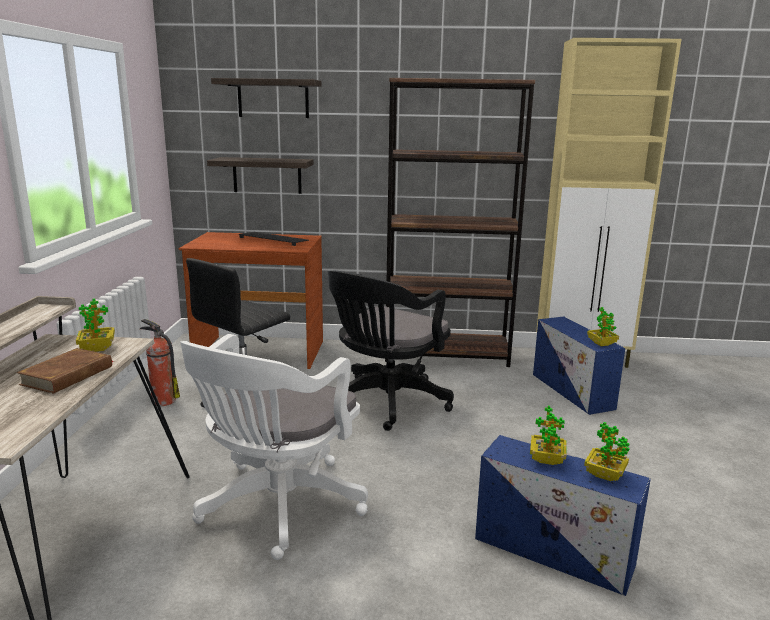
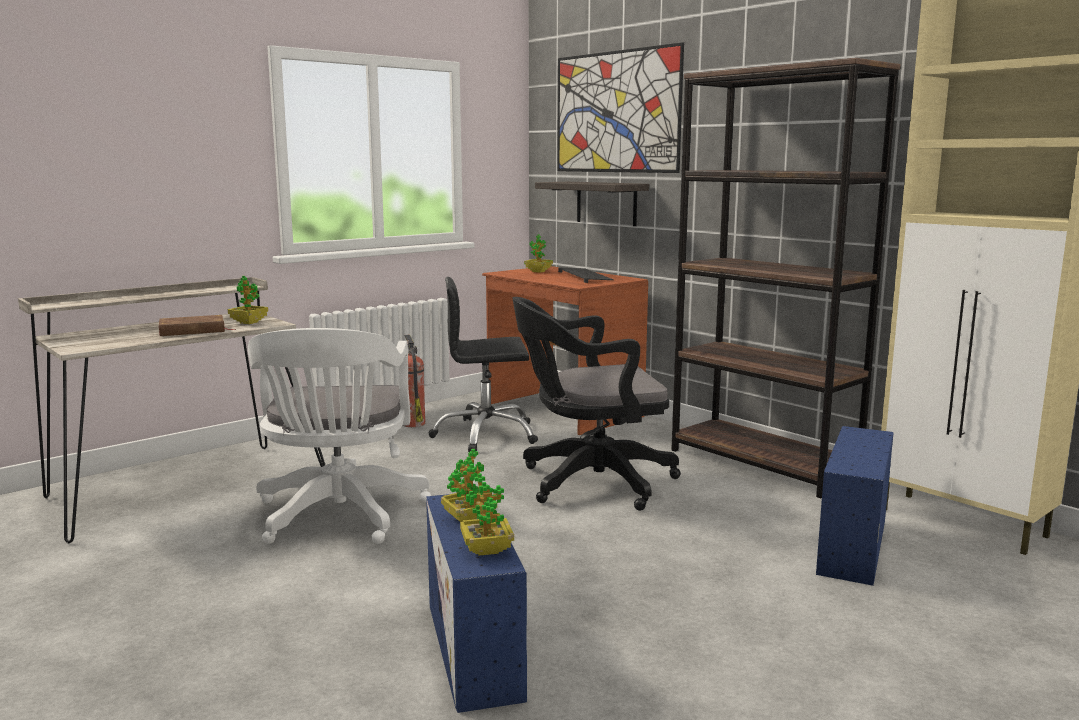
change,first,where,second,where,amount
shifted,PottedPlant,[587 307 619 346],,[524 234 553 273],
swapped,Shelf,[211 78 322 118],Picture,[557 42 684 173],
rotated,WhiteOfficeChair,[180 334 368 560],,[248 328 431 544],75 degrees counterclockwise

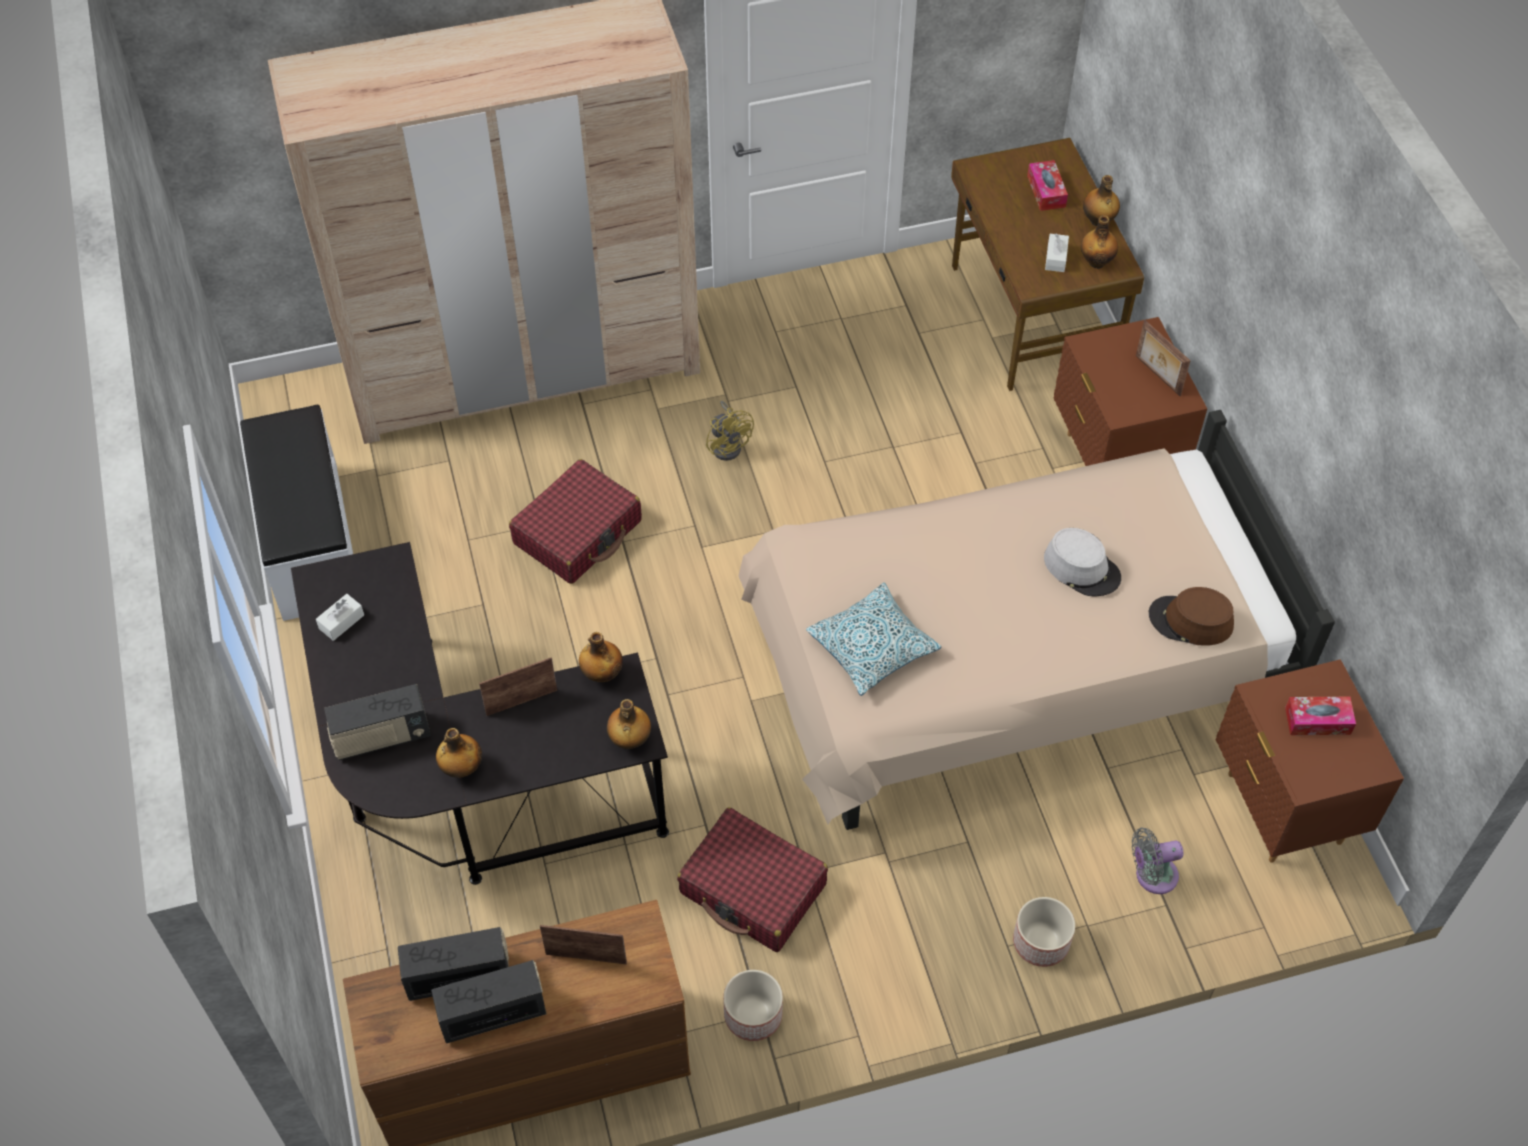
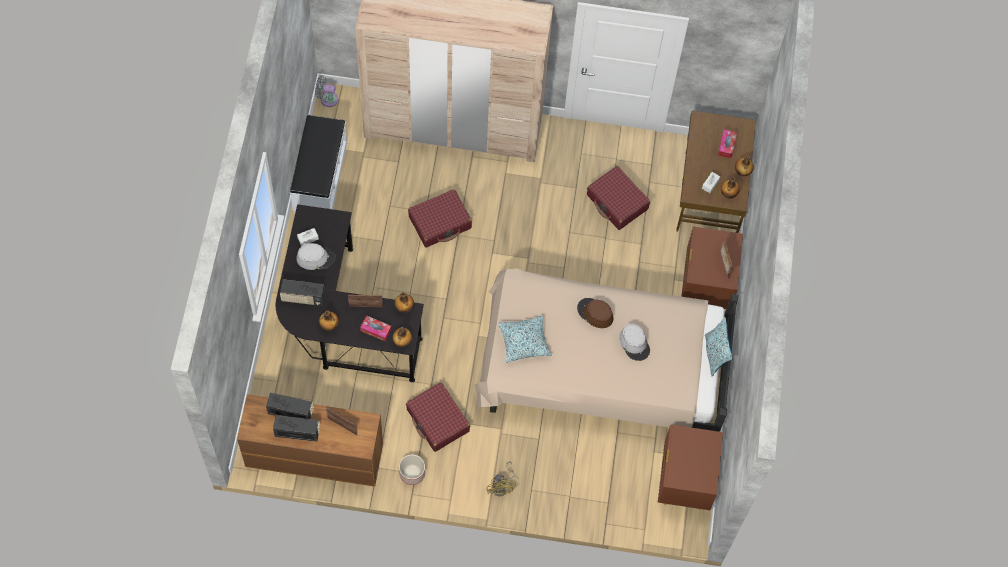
change,first,where,second,where,amount
gone,Planter,[1013 897 1075 967],,,
new,,,GreyHat,[296 243 336 270],
new,,,RedSuitcase,[587 166 650 230],
new,,,Pillow,[705 317 733 376],
shifted,YellowFan,[706 401 754 461],,[486 462 515 496],
shifted,GreyFan,[1132 828 1184 894],,[315 75 338 107],
shifted,BrownHat,[1149 587 1234 645],,[577 298 613 328],
shifted,TissueBox,[1285 697 1356 735],,[360 315 392 342],

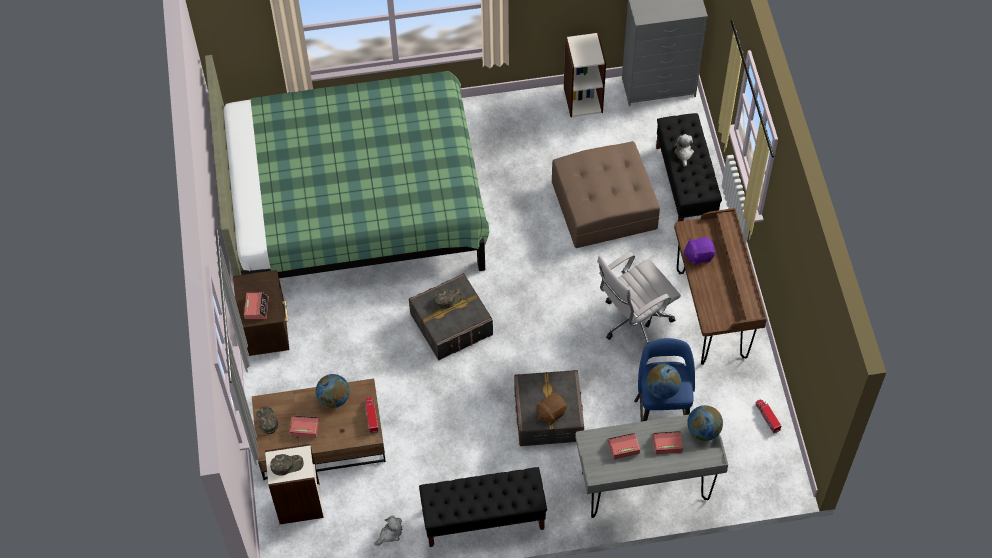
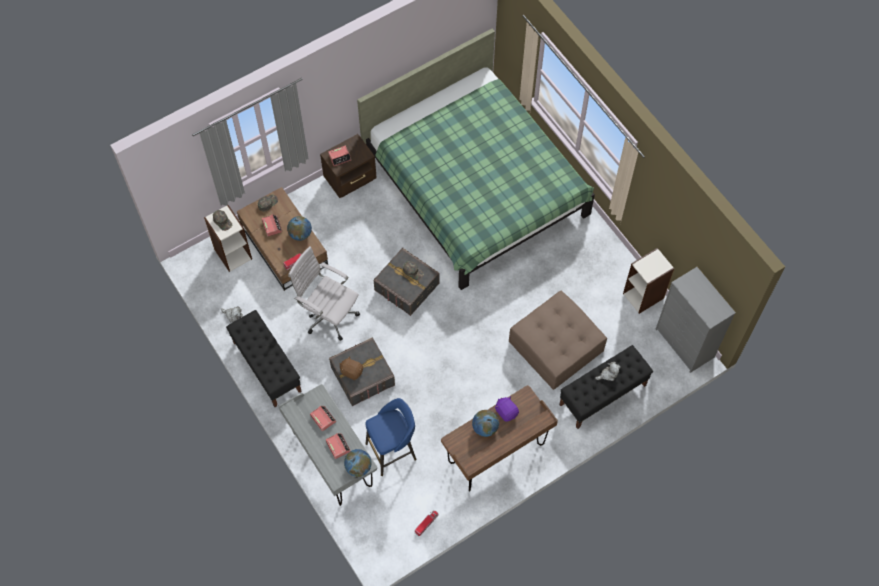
change,first,where,second,where,amount
shifted,WhiteOfficeChair,[597 252 681 344],,[289 246 360 341],
shifted,Globe,[646 364 681 399],,[472 410 499 437],

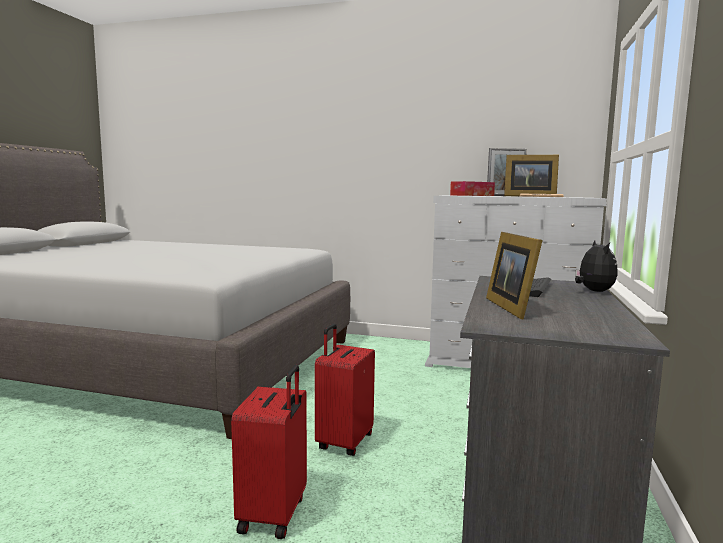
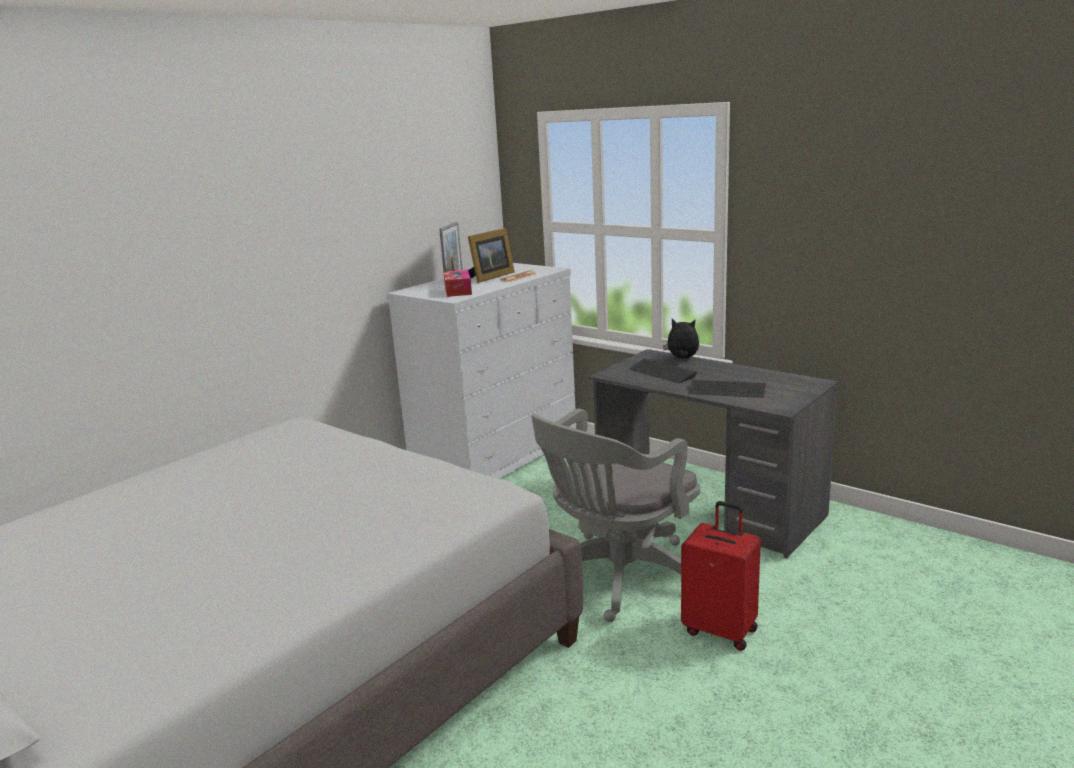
change,first,where,second,where,amount
swapped,RedSuitcase,[315 323 375 456],GreyOfficeChair,[531 409 700 622],
swapped,PictureFrame,[486 232 543 320],Keyboard,[689 380 766 398],

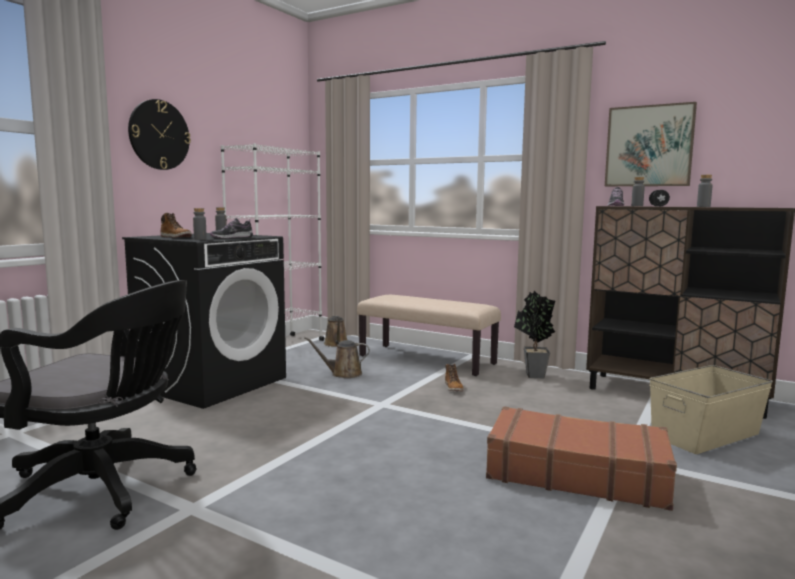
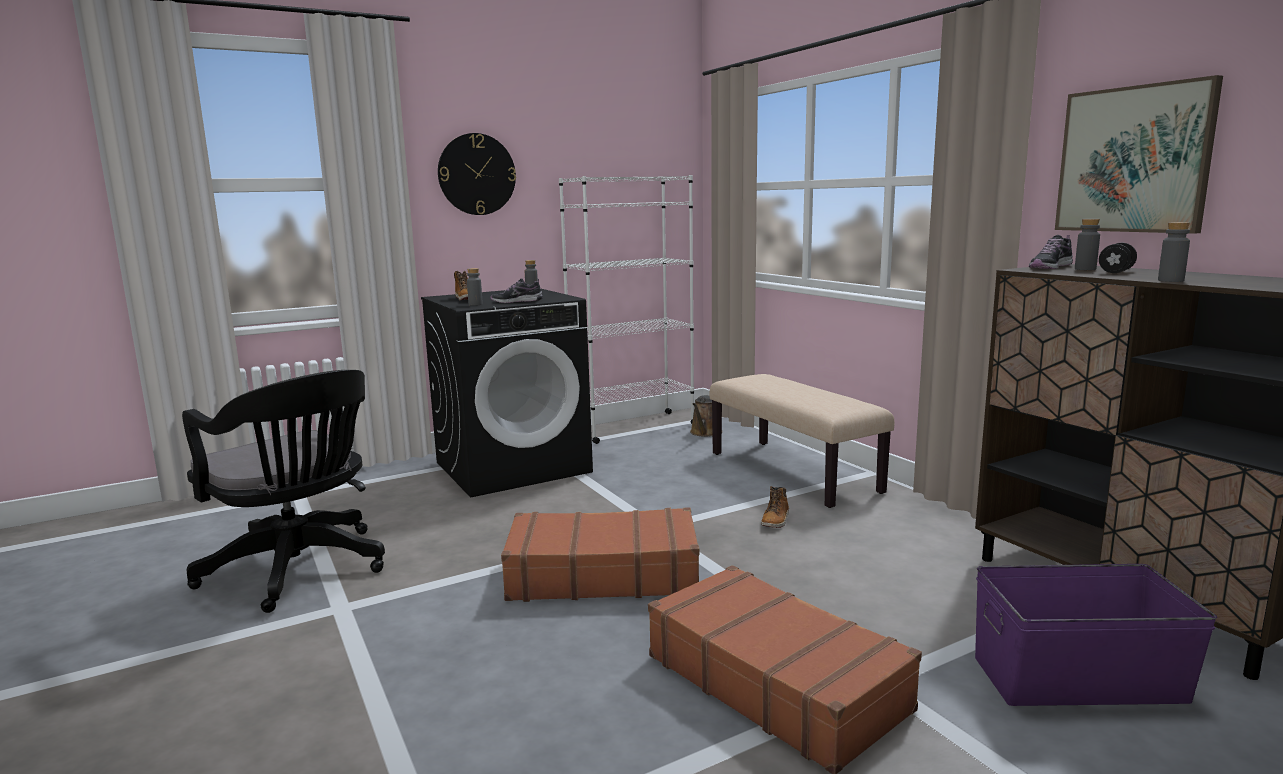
change,first,where,second,where,amount
gone,BrownWateringCan,[304 337 370 378],,,
gone,PottedPlant,[514 291 555 378],,,
new,,,BrownSuitcase,[501 507 699 602],
repainted,BeigeStorageBox,[649 365 773 454],PurpleStorageBox,[975 564 1217 706],

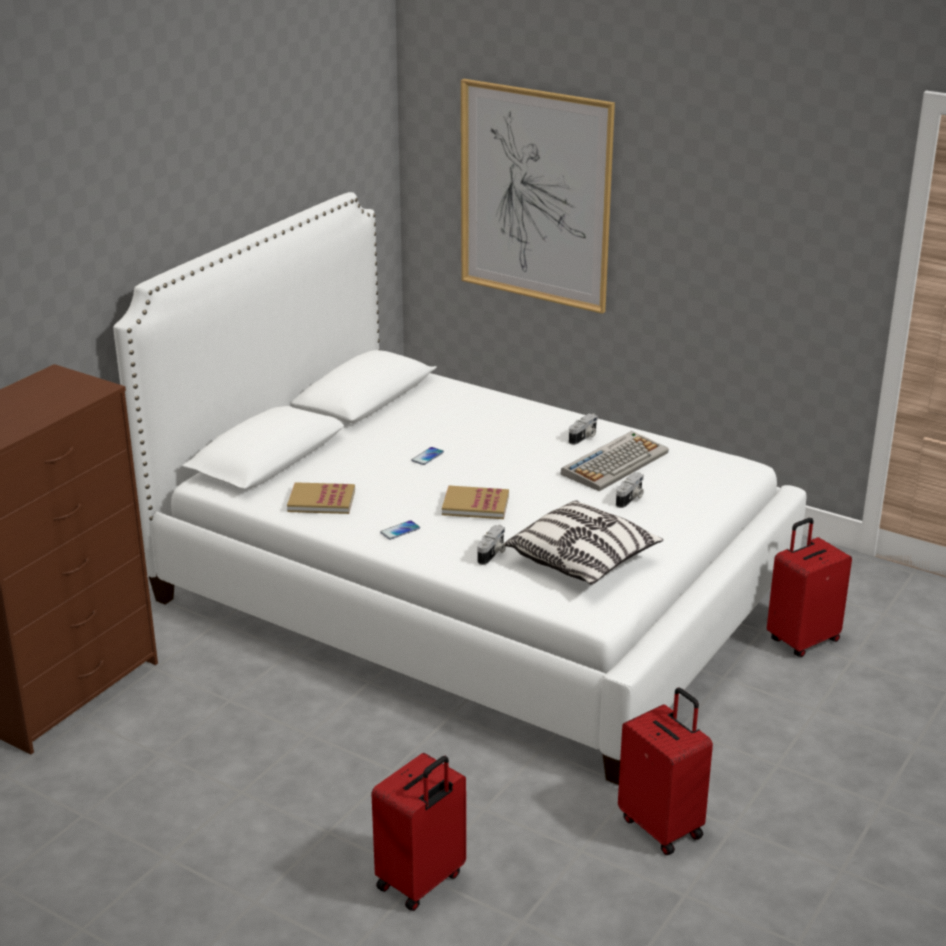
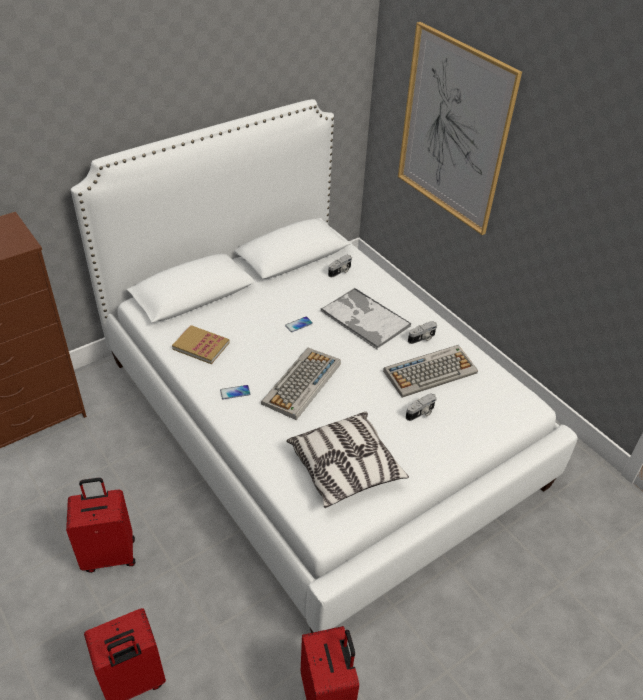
change,first,where,second,where,amount
new,,,Tray,[321 288 411 349],
shifted,PhotoCamera,[478 525 506 565],,[328 254 352 277],
shifted,RedSuitcase,[767 518 852 657],,[66 478 135 573],
swapped,Book,[442 485 509 519],Keyboard,[261 348 341 420],

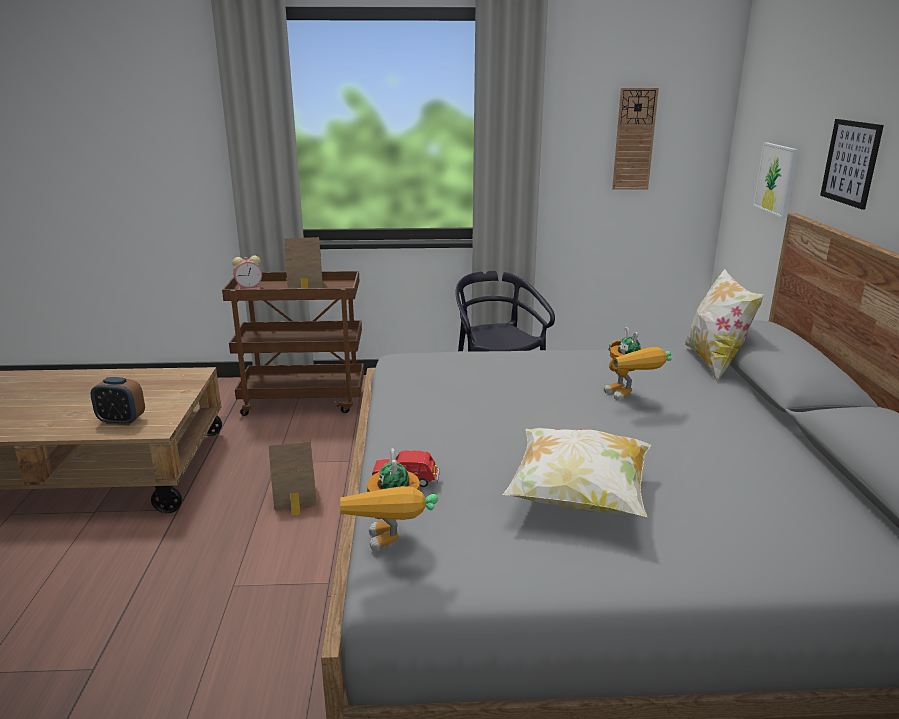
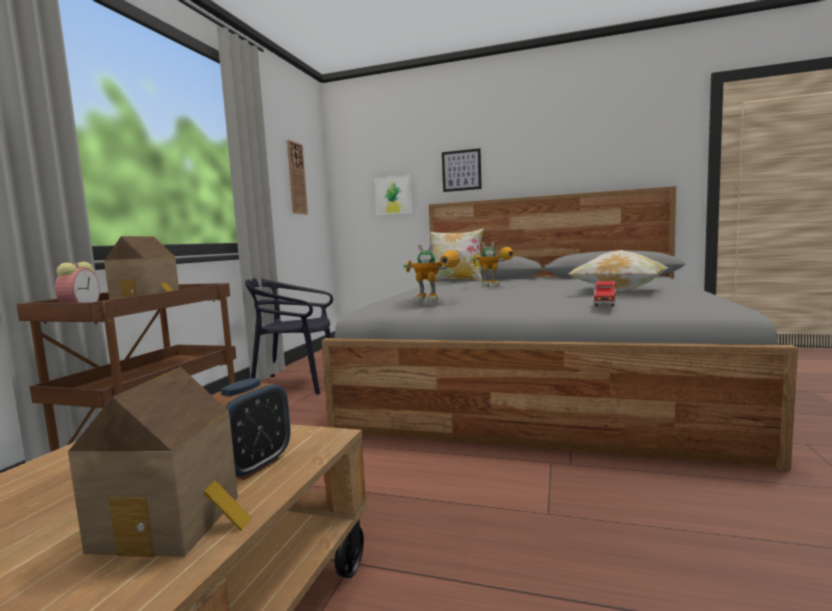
change,first,where,second,where,amount
shifted,ToyHouse,[269 441 317 516],,[68 367 251 557],
shifted,ToyRobot,[340 448 438 551],,[403 243 461 302],

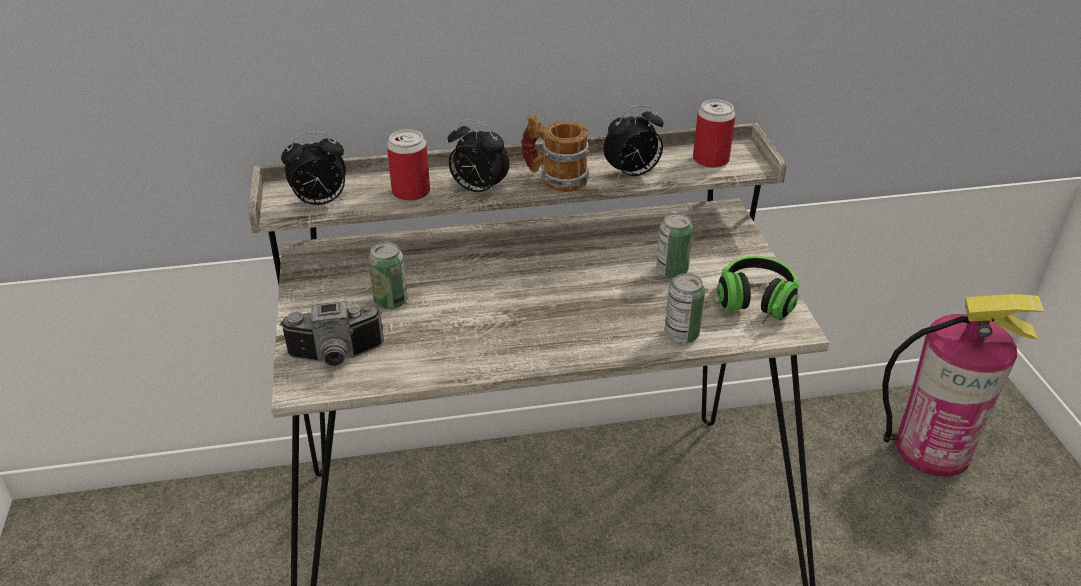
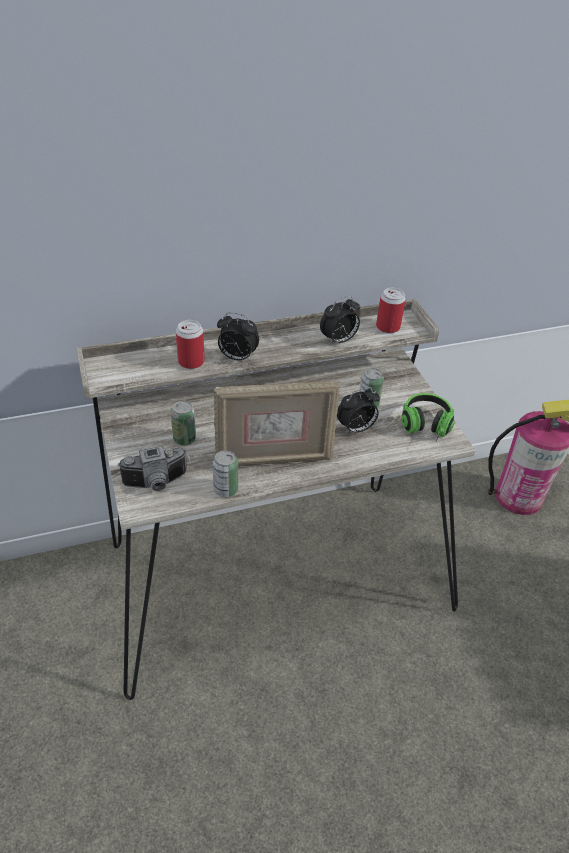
change,first,where,second,where,amount
gone,Mug,[521 114 589 192],,,
new,,,PictureFrame,[213 381 340 466],
shifted,AlarmClock,[281 132 346 207],,[337 387 380 434],
shifted,Can,[665 273 705 343],,[213 450 238 497],

